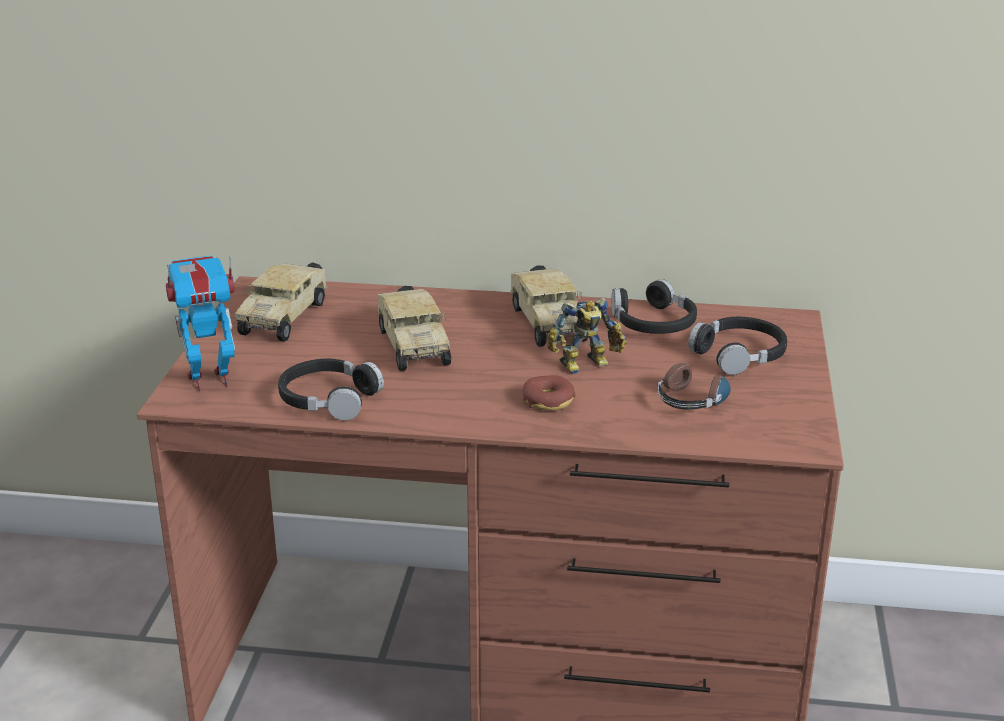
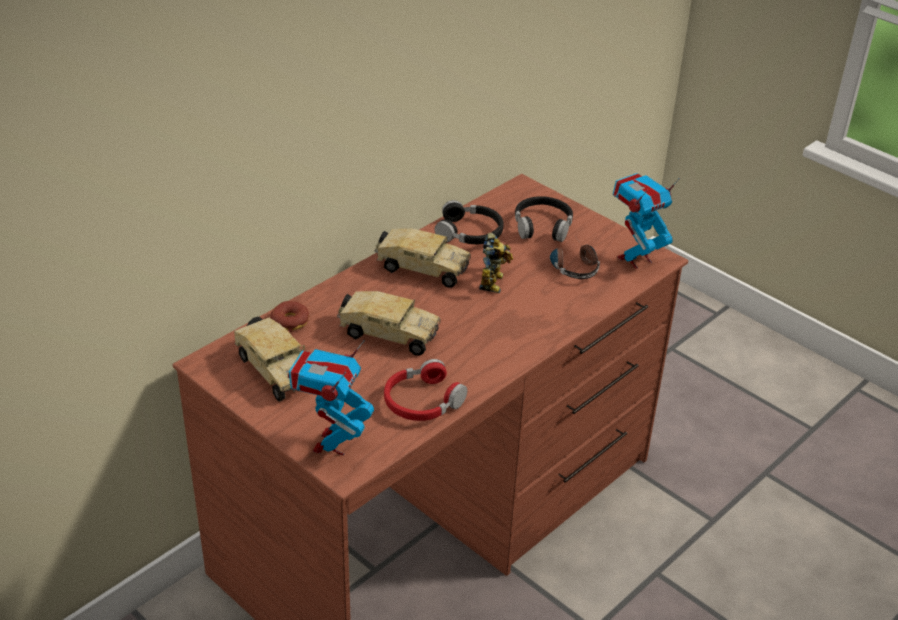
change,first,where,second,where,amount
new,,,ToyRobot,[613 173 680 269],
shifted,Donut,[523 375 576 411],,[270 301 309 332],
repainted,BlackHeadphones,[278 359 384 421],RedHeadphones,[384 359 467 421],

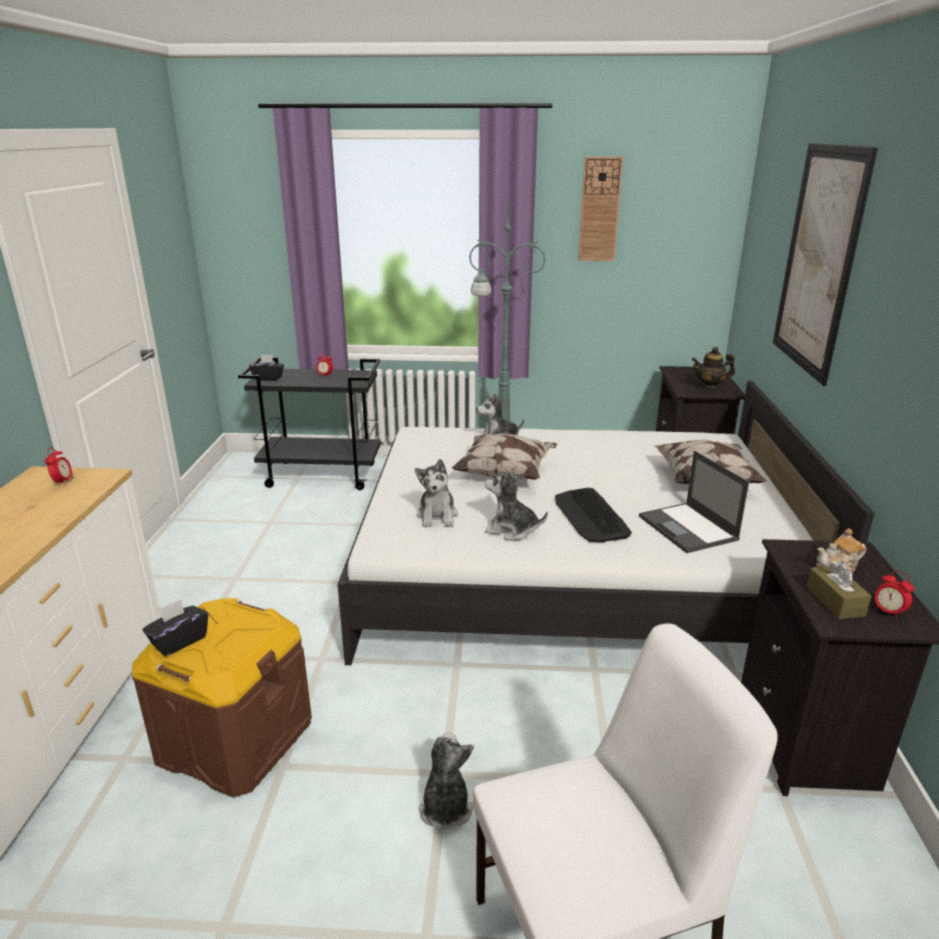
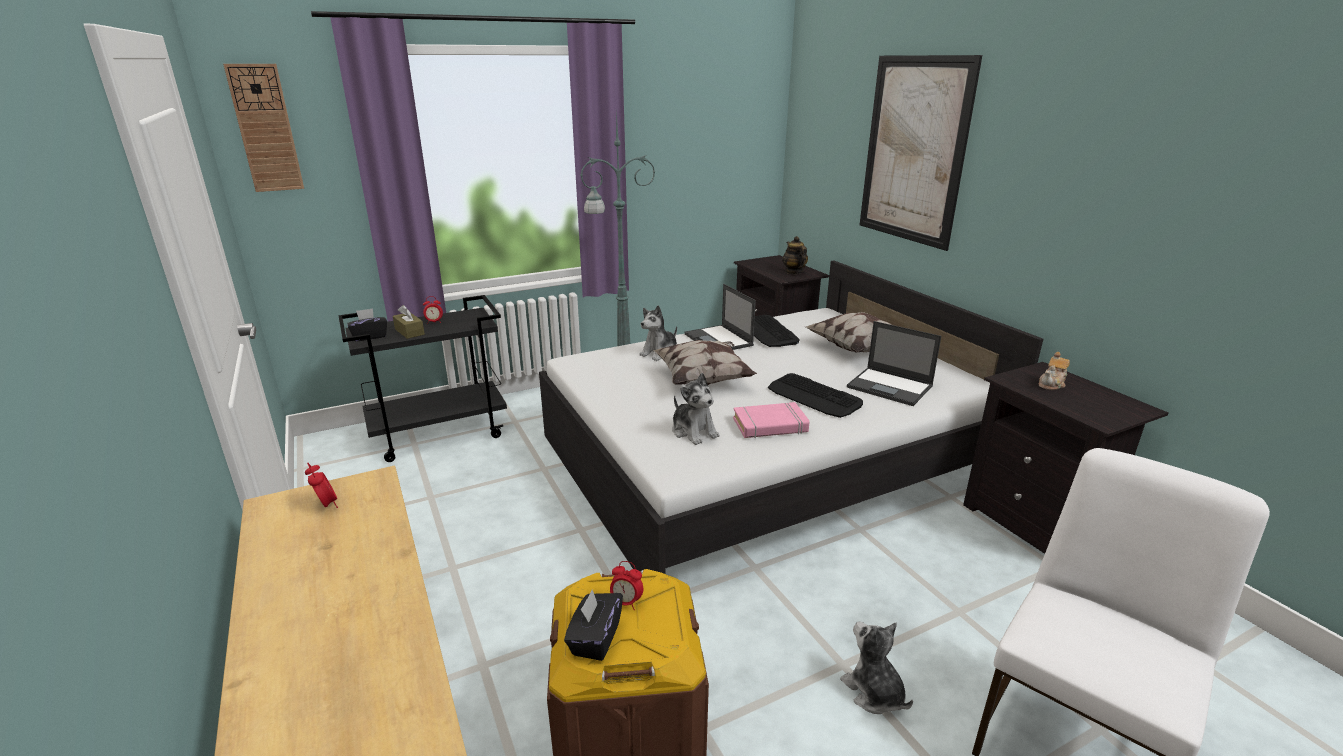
change,first,where,second,where,amount
new,,,Laptop,[685 284 756 350],
new,,,Keyboard,[754 315 800 347],
shifted,WallClock,[578 156 623 261],,[223 64 304 192],
shifted,BrownTissueBox,[806 560 871 619],,[393 305 425 339],
shifted,AlarmClock,[873 570 914 620],,[610 561 643 610],
swapped,PlushToy,[485 468 548 540],PinkBook,[733 402 810 438],
rotated,Teapot,[691 347 735 391],,[782 236 808 274],105 degrees clockwise

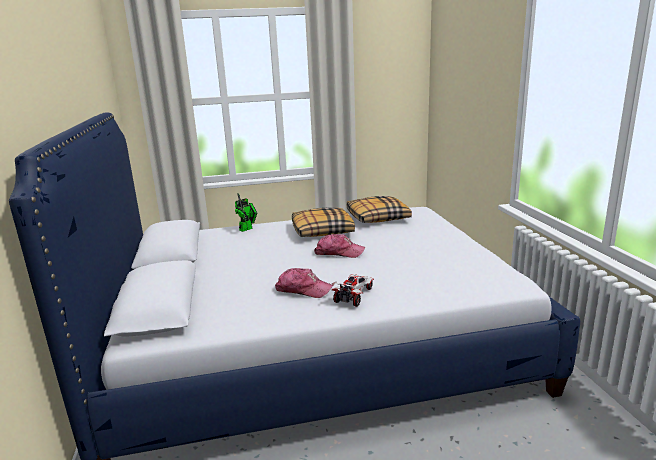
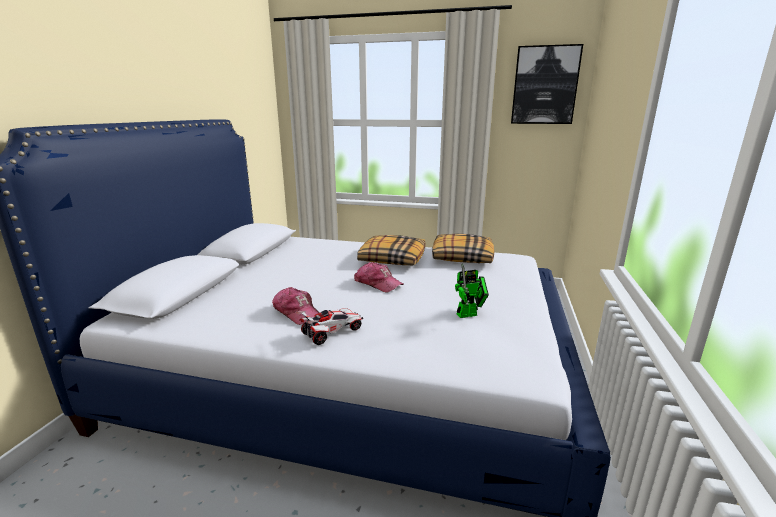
change,first,where,second,where,amount
new,,,Picture,[511 44 583 124],
shifted,ToyRobot,[235 193 257 232],,[455 263 489 318],

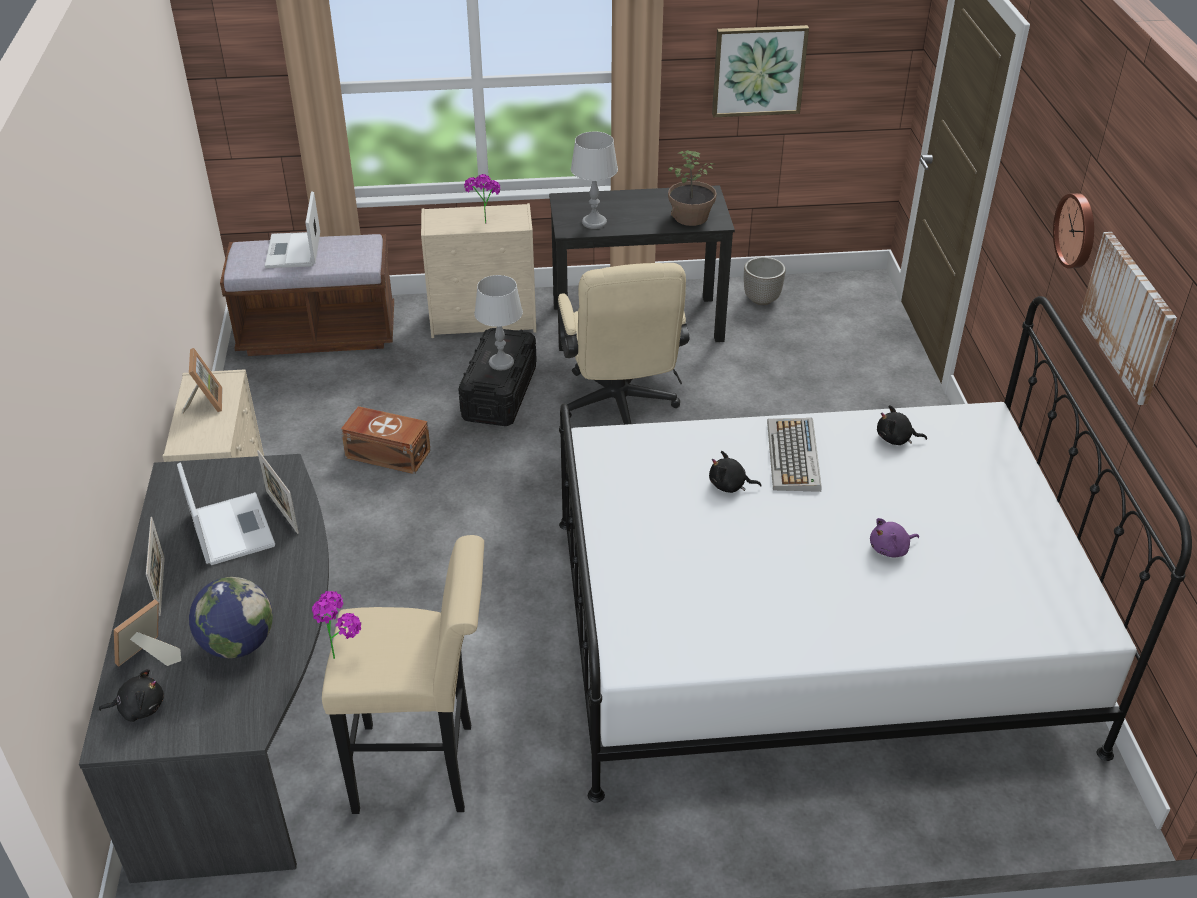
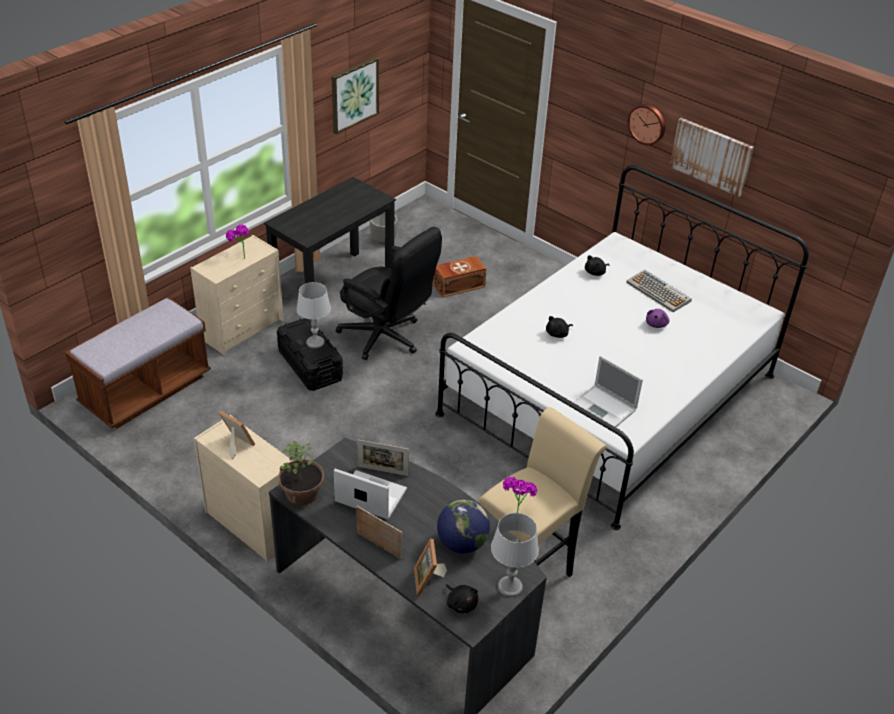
change,first,where,second,where,amount
shifted,Laptop,[265 191 320 268],,[573 356 643 427],
shifted,BrownStorageBox,[341 406 431 474],,[433 256 487 297],
shifted,GreyTableLamp,[571 131 618 229],,[491 513 539 597],
shifted,PottedPlant,[668 150 717 226],,[278 441 324 505],
shifted,Keyboard,[767 418 822 492],,[626 269 692 312],
repainted,BeigeOfficeChair,[558 263 689 425],BlackOfficeChair,[336 227 442 360],
rotated,BlackPlushToy,[99 669 164 722],,[446 584 479 614],105 degrees clockwise

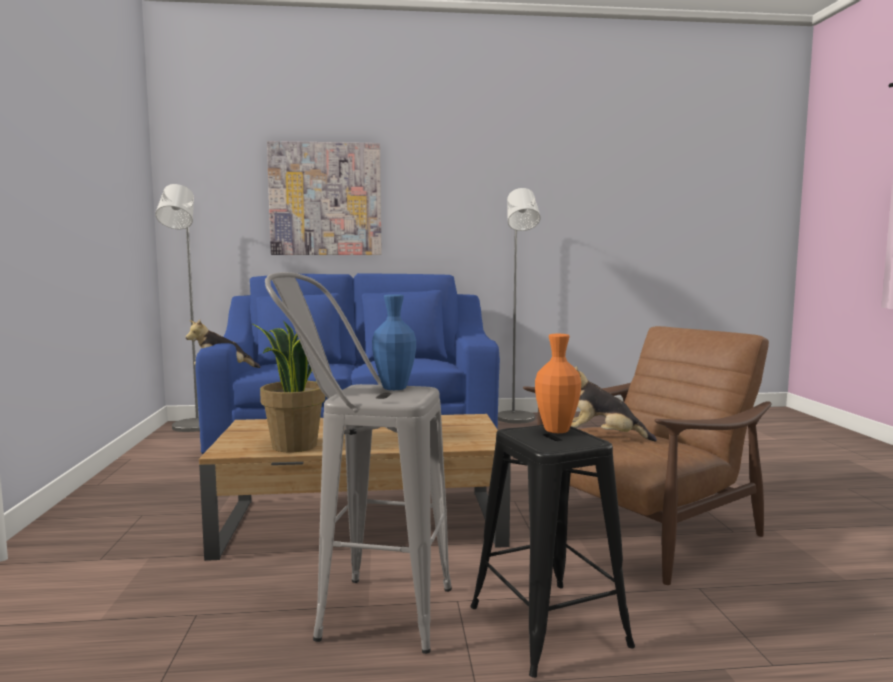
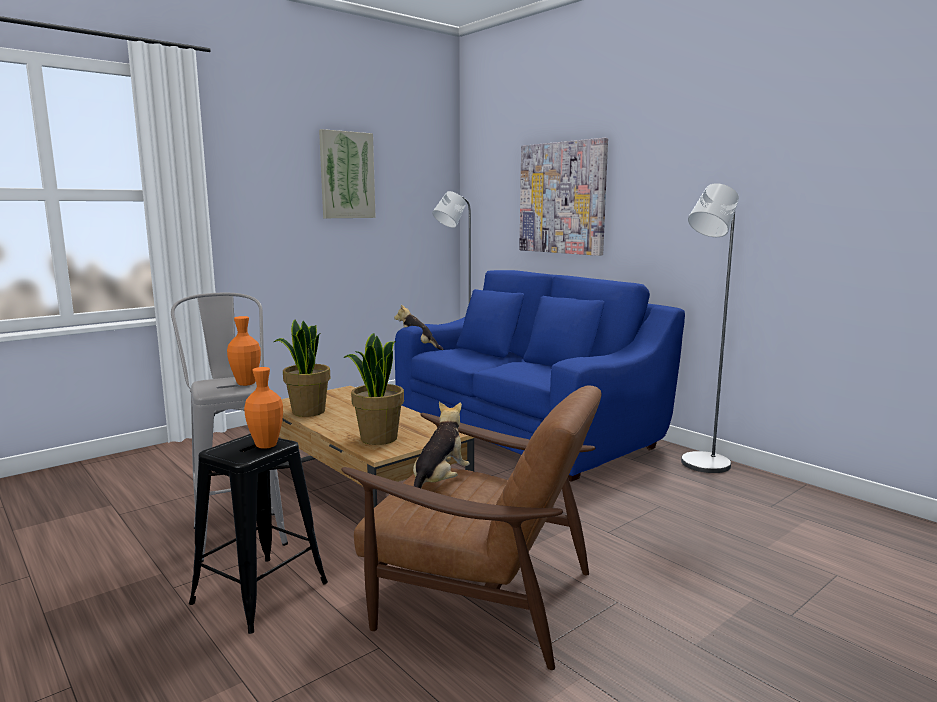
change,first,where,second,where,amount
new,,,Picture,[319 129 376 218],
new,,,PottedPlant,[344 333 404 445],
repainted,BlueVase,[372 294 416 390],OrangeVase,[227 316 261 386],
rotated,PlushToy,[571 366 657 442],,[413 402 470 488],45 degrees clockwise

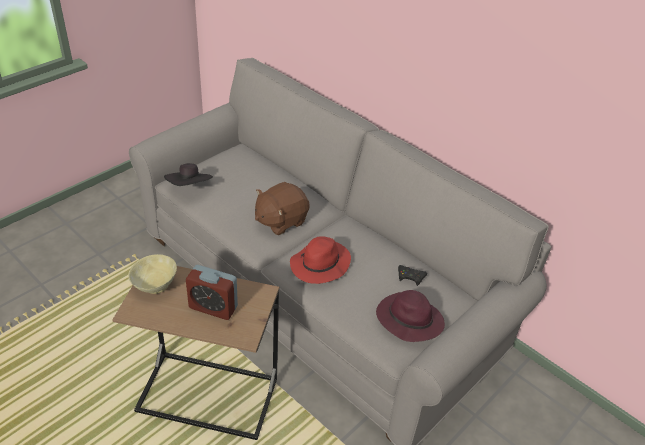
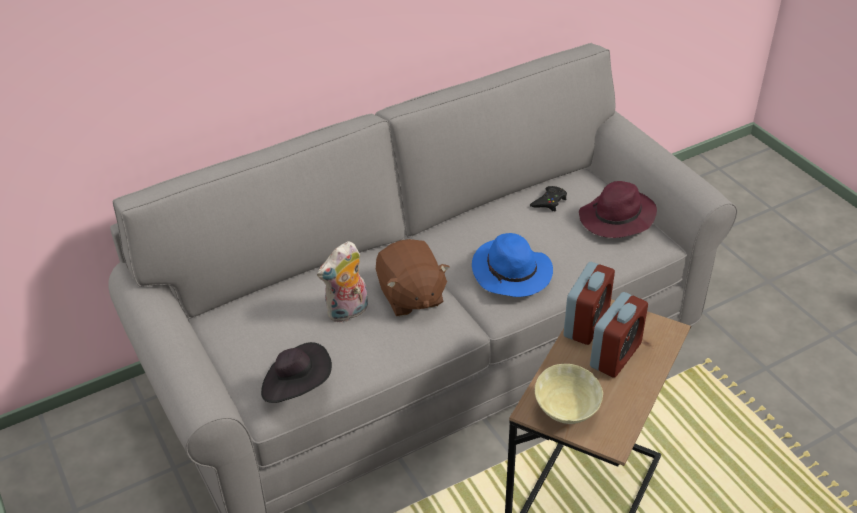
change,first,where,second,where,amount
new,,,PlushToy,[317 241 368 322],
new,,,AlarmClock,[564 262 615 345],
repainted,RedHat,[290 236 351 284],BlueHat,[472 233 553 297],

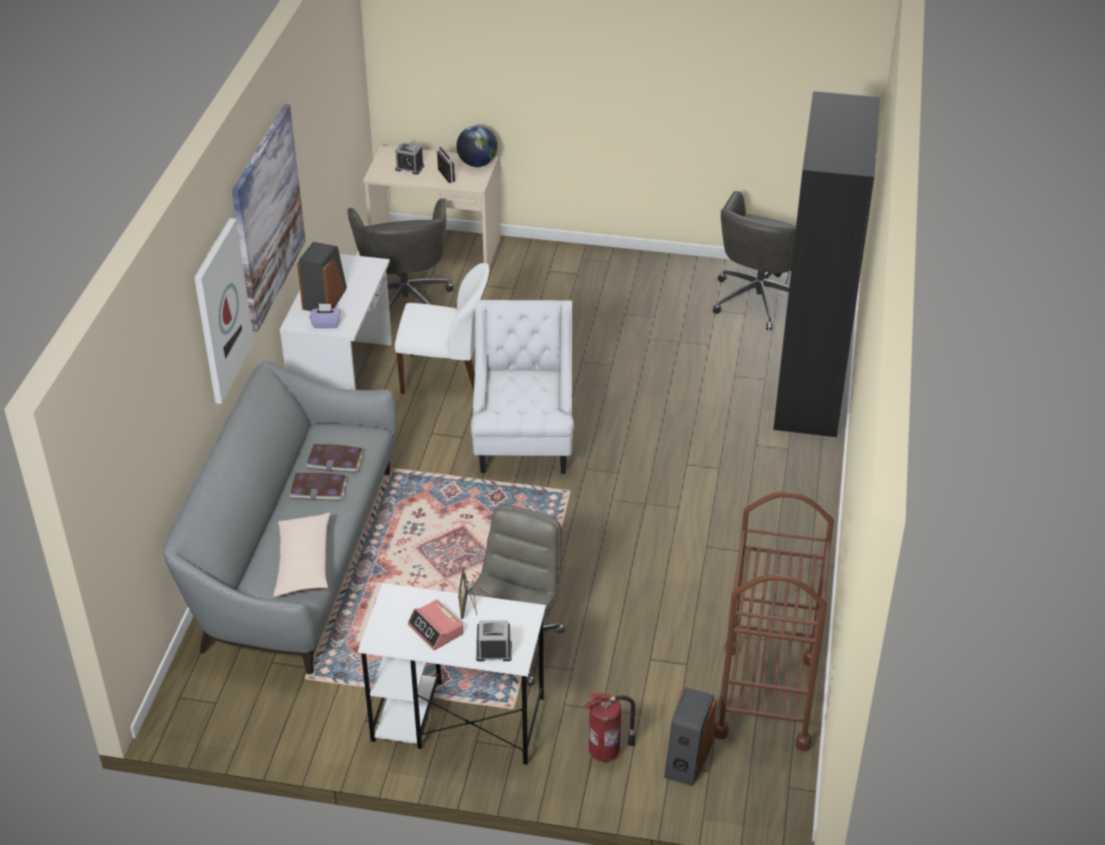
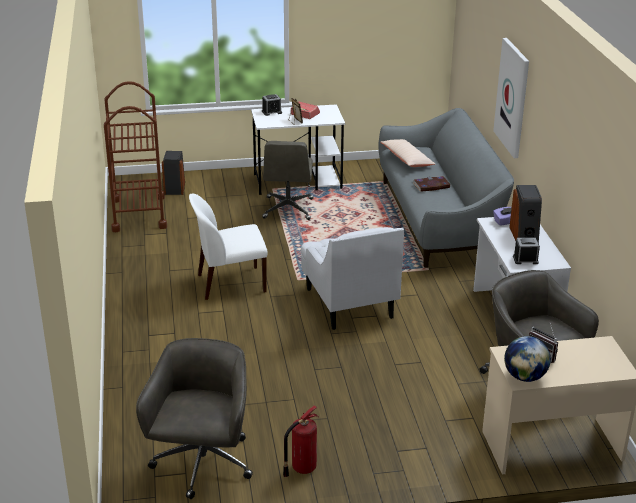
change,first,where,second,where,amount
gone,Picture,[232 104 306 332],,,
gone,Book,[306 444 363 473],,,
gone,BlackBookcase,[773 91 880 437],,,
shifted,AlarmClock,[395 143 424 175],,[513 238 540 264],
shifted,WhiteChair,[395 263 489 394],,[189 194 268 300],
shifted,FireExtinguisher,[584 693 635 761],,[283 405 319 477],

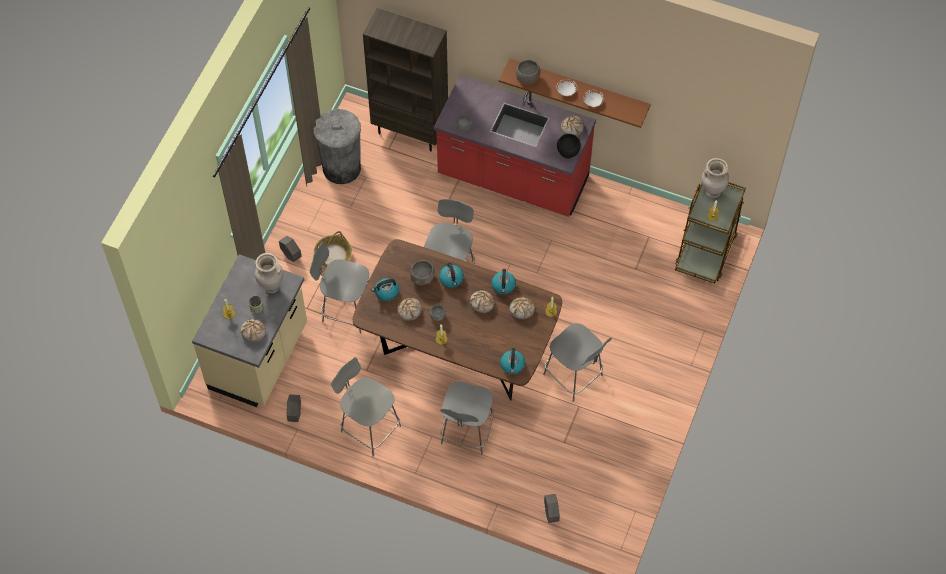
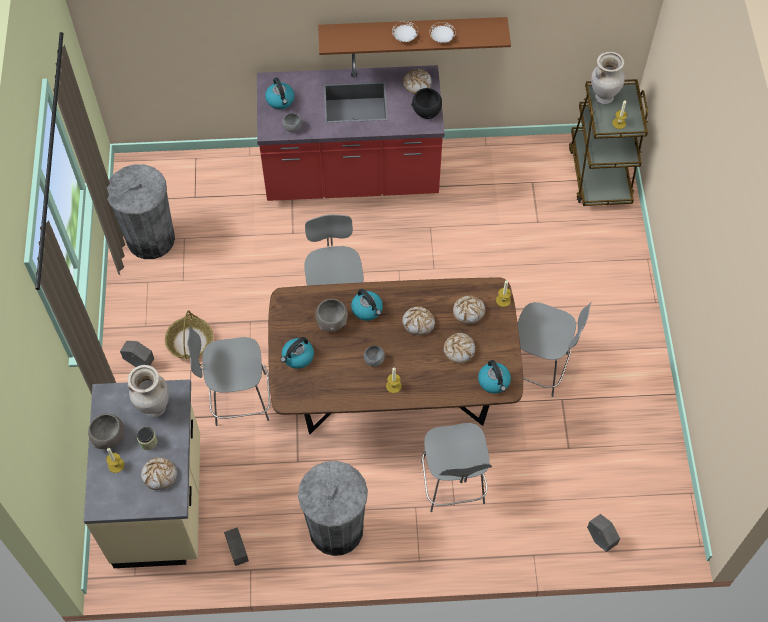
change,first,where,second,where,amount
gone,BrownBookcase,[363 8 448 152],,,
shifted,Bread,[397 298 422 321],,[444 333 475 364],
shifted,Kettle,[491 269 516 294],,[265 77 295 109],
shifted,GreyBowl,[516 60 541 84],,[88 413 124 449],
swapped,GreyChair,[331 357 401 457],GreyTrashCan,[298 461 368 556],

